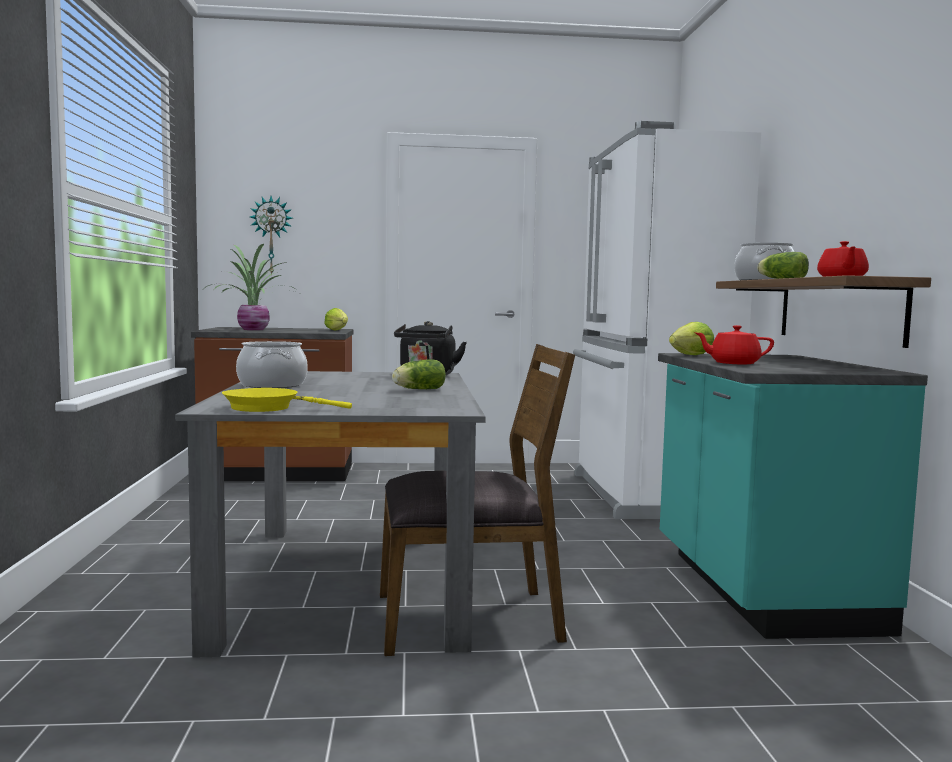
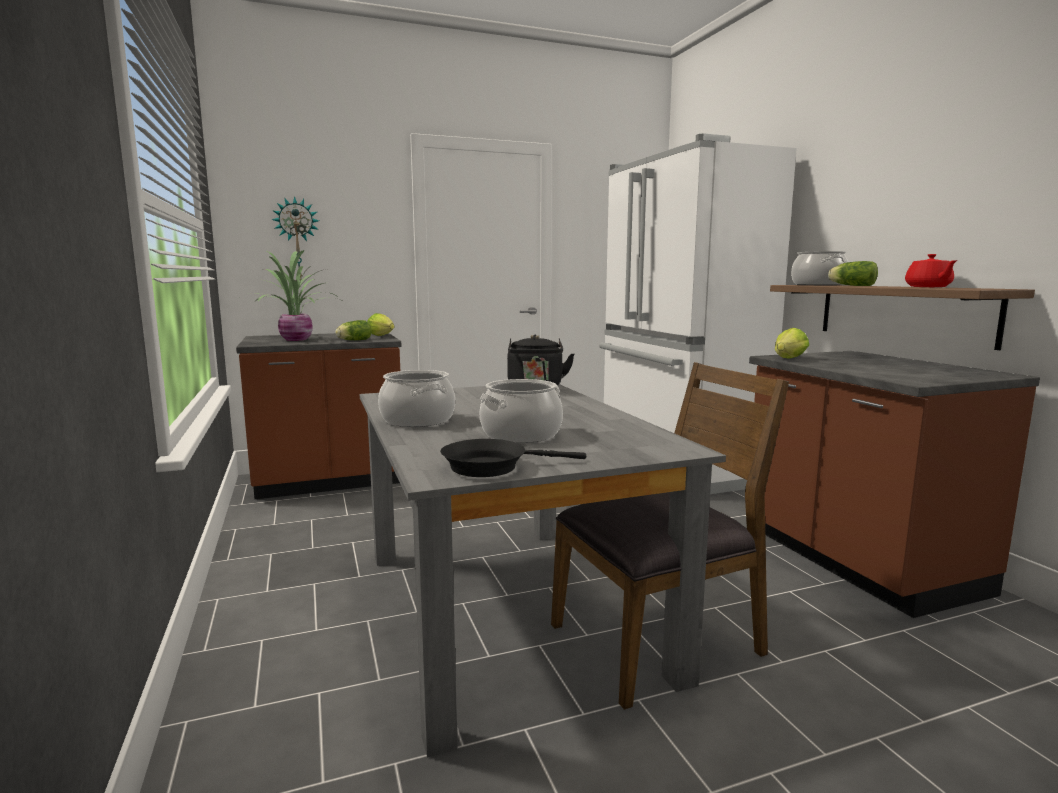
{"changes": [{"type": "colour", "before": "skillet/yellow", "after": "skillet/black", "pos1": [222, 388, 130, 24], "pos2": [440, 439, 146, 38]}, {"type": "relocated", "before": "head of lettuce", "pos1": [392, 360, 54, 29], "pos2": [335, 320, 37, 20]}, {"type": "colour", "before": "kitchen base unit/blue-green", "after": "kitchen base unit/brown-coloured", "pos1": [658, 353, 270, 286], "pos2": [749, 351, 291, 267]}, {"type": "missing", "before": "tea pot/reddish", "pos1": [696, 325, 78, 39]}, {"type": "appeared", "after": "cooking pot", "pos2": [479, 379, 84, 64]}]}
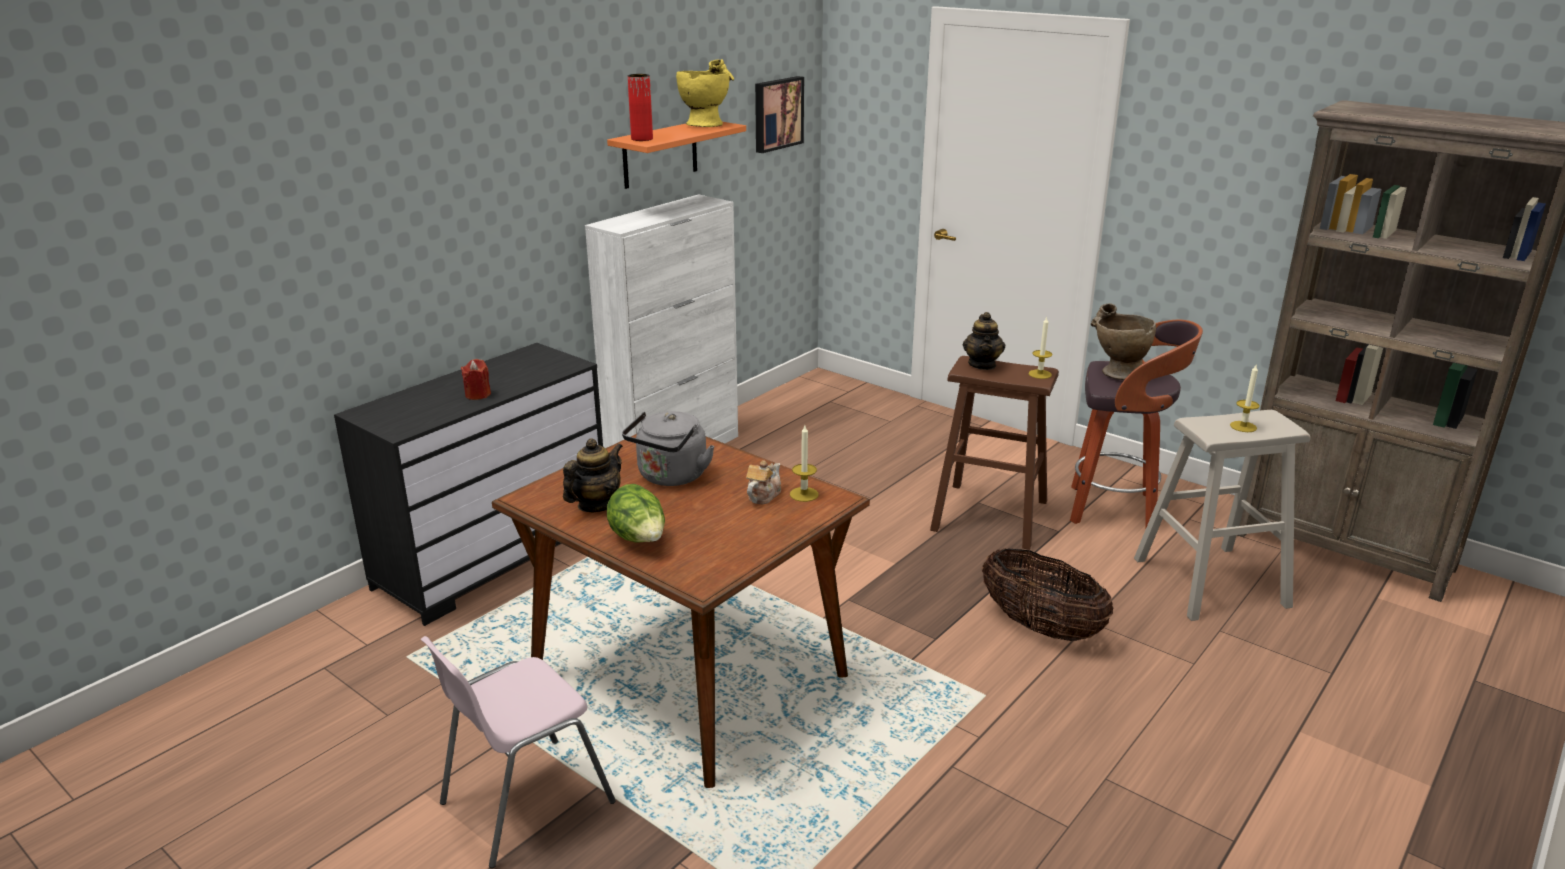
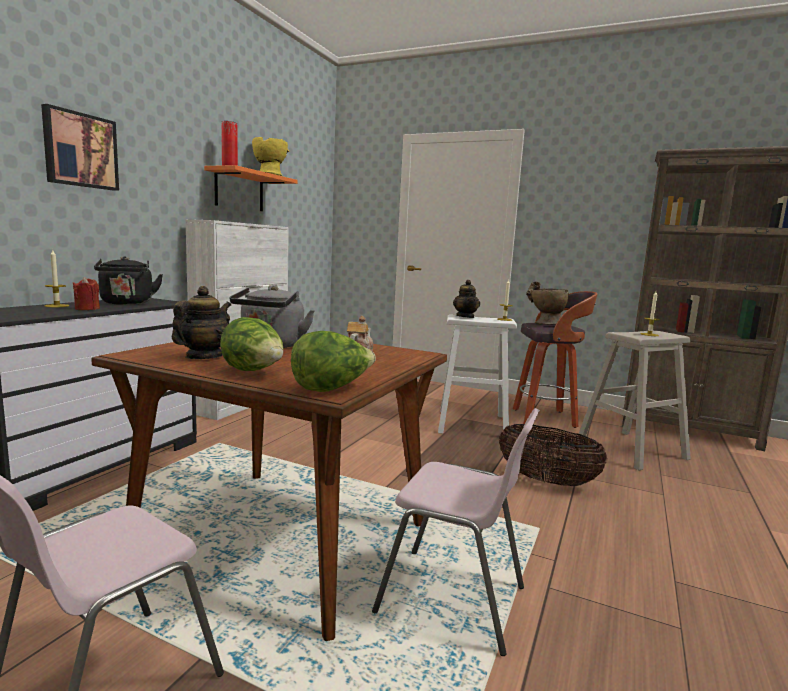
{"changes": [{"type": "relocated", "before": "picture", "pos1": [755, 76, 49, 77], "pos2": [41, 104, 78, 87]}, {"type": "relocated", "before": "wax candle", "pos1": [790, 425, 28, 77], "pos2": [45, 250, 24, 57]}, {"type": "colour", "before": "stool seat/brown-coloured", "after": "stool seat/whitish", "pos1": [930, 356, 129, 194], "pos2": [438, 315, 79, 119]}, {"type": "appeared", "after": "kettle/black", "pos2": [94, 256, 69, 49]}, {"type": "appeared", "after": "head of lettuce", "pos2": [291, 331, 85, 61]}, {"type": "appeared", "after": "chair/pink-coloured", "pos2": [372, 408, 168, 248]}]}
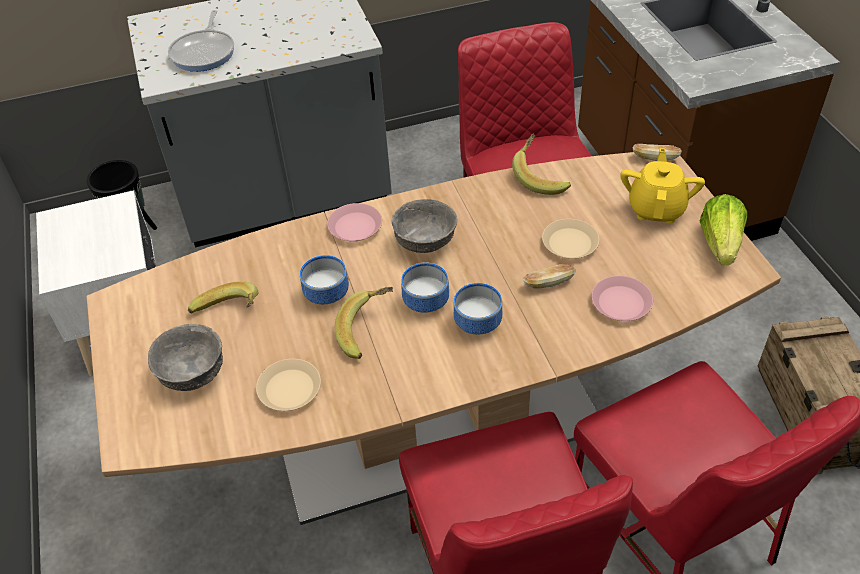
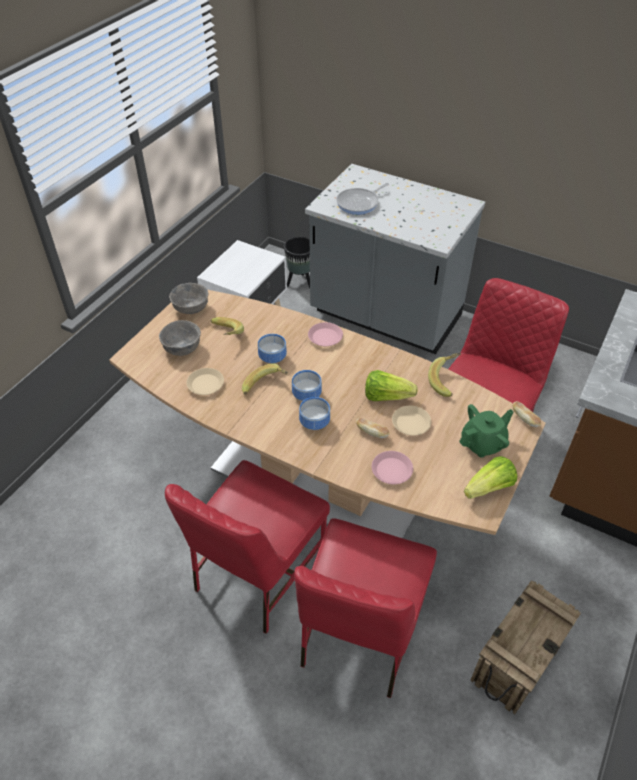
{"changes": [{"type": "relocated", "before": "serving bowl/gray", "pos1": [392, 199, 65, 54], "pos2": [169, 283, 39, 31]}, {"type": "colour", "before": "tea pot/yellow", "after": "tea pot/green", "pos1": [620, 148, 85, 75], "pos2": [459, 404, 55, 53]}, {"type": "appeared", "after": "head of lettuce", "pos2": [365, 370, 53, 31]}]}
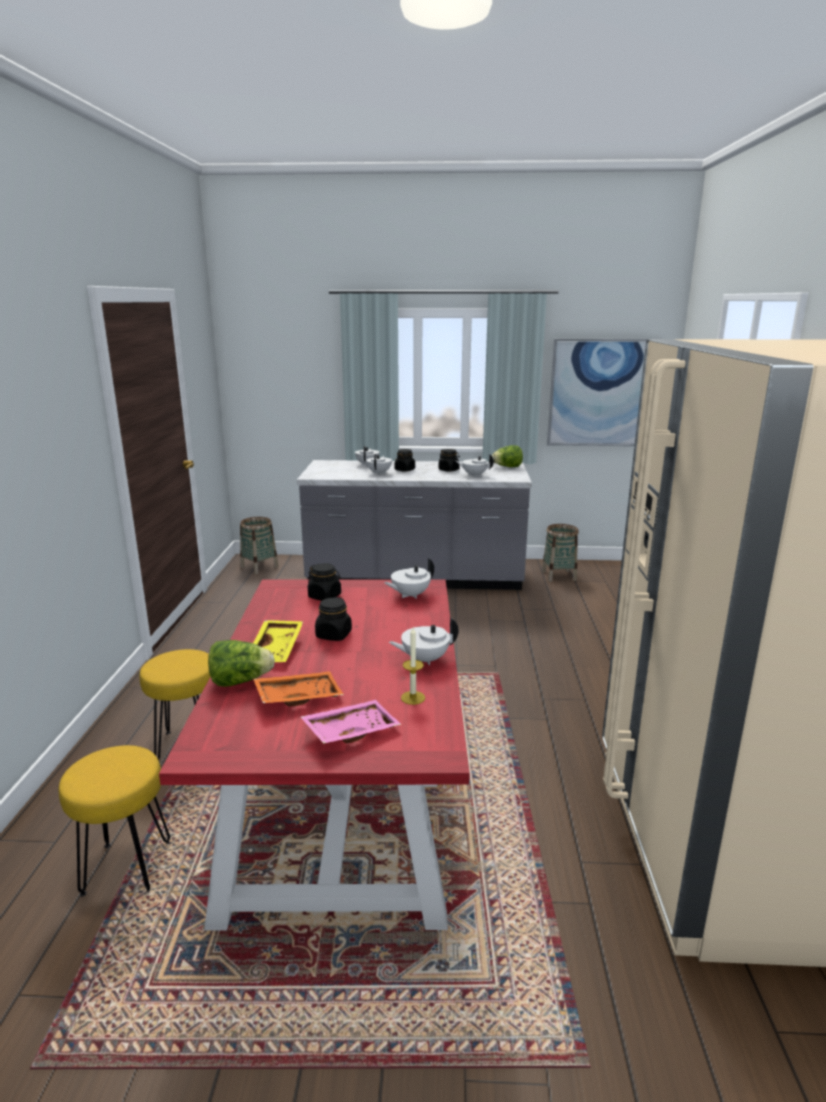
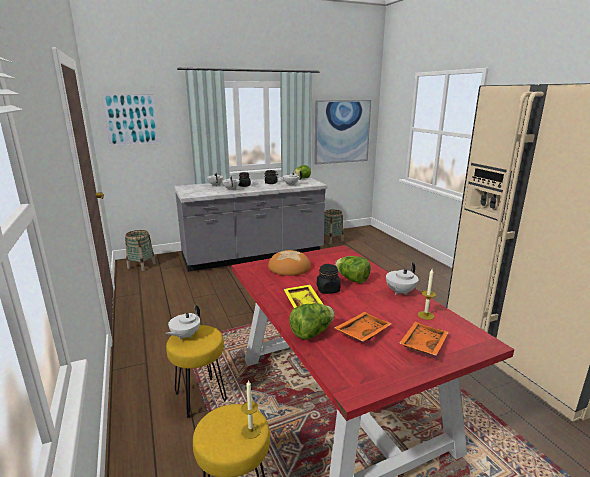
{"changes": [{"type": "colour", "before": "serving tray/pink-coloured", "after": "serving tray/orange", "pos1": [301, 700, 101, 44], "pos2": [399, 322, 50, 34]}, {"type": "exchanged", "before": "jar/black", "after": "baked bread", "pos1": [308, 563, 33, 38], "pos2": [268, 250, 43, 26]}, {"type": "relocated", "before": "tea pot/whitish", "pos1": [384, 558, 50, 41], "pos2": [165, 305, 35, 35]}, {"type": "appeared", "after": "picture", "pos2": [99, 92, 62, 55]}, {"type": "appeared", "after": "wax candle", "pos2": [241, 380, 19, 59]}, {"type": "appeared", "after": "head of lettuce", "pos2": [335, 256, 36, 28]}]}
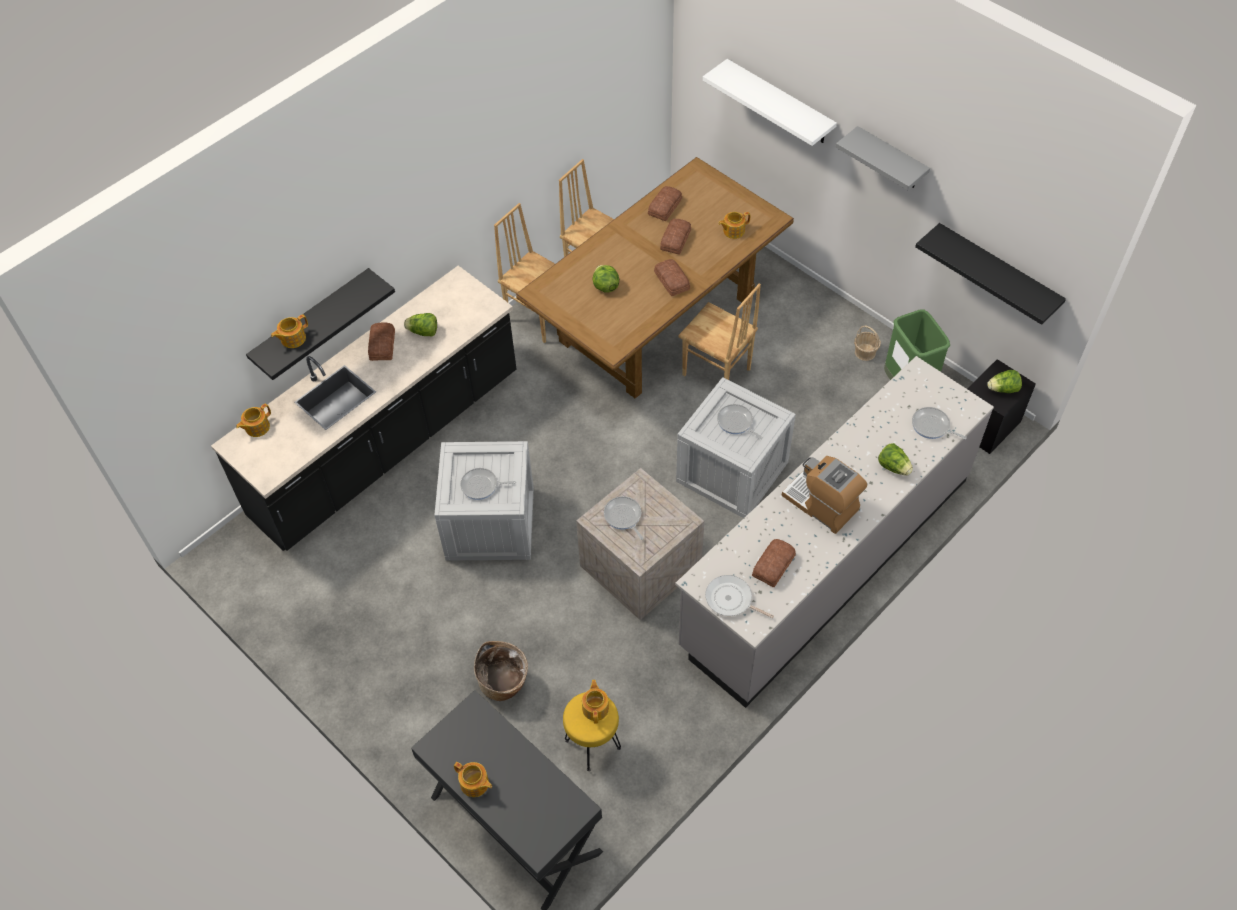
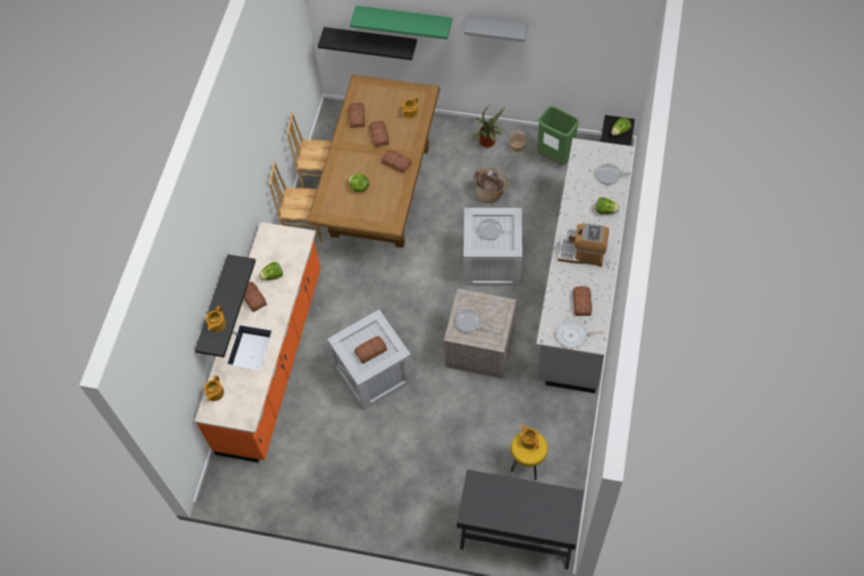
{"changes": [{"type": "colour", "before": "kitchen base unit/black", "after": "kitchen base unit/orange", "pos1": [211, 265, 305, 286], "pos2": [195, 222, 126, 241]}, {"type": "missing", "before": "tea pot", "pos1": [454, 762, 38, 35]}, {"type": "exchanged", "before": "skillet", "after": "baked bread", "pos1": [460, 468, 56, 32], "pos2": [355, 336, 32, 28]}, {"type": "relocated", "before": "household basket", "pos1": [474, 641, 54, 60], "pos2": [474, 167, 34, 36]}, {"type": "missing", "before": "chair/brown-coloured", "pos1": [678, 283, 83, 97]}, {"type": "colour", "before": "shelf/whitish", "after": "shelf/green", "pos1": [703, 59, 134, 87], "pos2": [350, 6, 102, 34]}, {"type": "relocated", "before": "shelf/black", "pos1": [915, 223, 151, 102], "pos2": [318, 27, 99, 33]}, {"type": "appeared", "after": "potted plant", "pos2": [471, 106, 34, 42]}]}
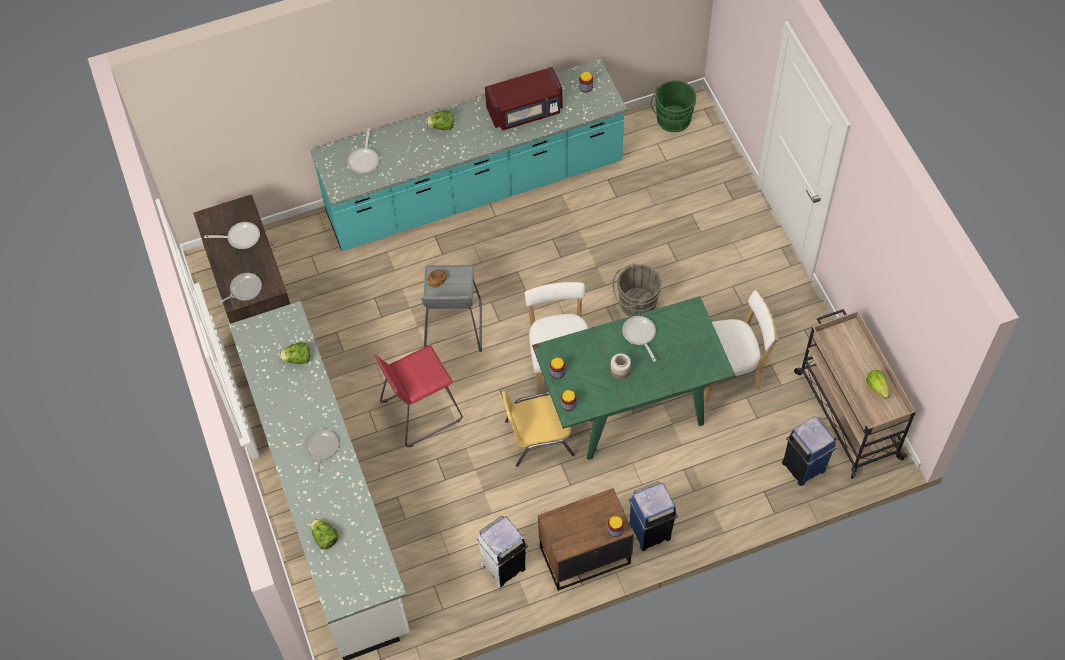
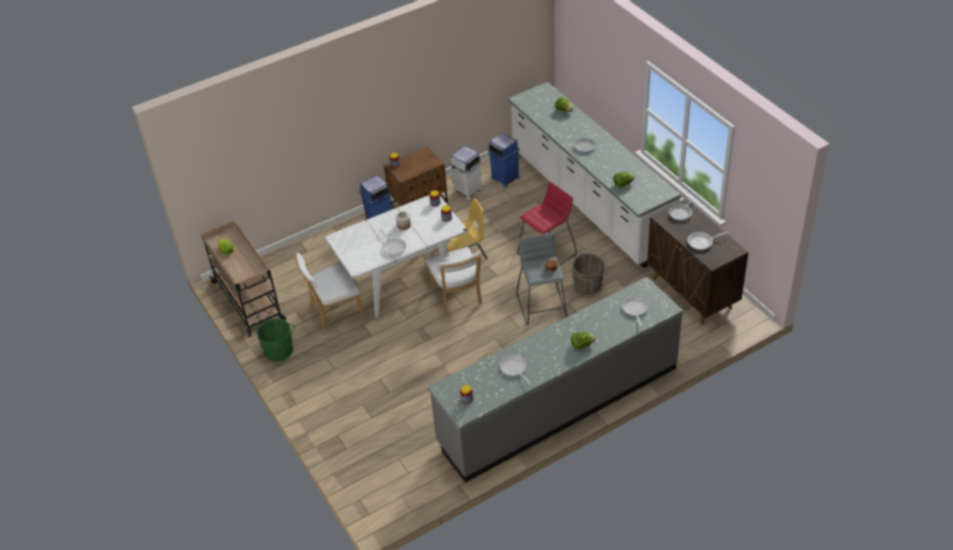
{"changes": [{"type": "colour", "before": "kitchen base unit/blue-green", "after": "kitchen base unit/gray", "pos1": [310, 59, 317, 192], "pos2": [427, 277, 256, 206]}, {"type": "exchanged", "before": "kitchen microwave/reddish", "after": "skillet", "pos1": [485, 67, 78, 63], "pos2": [500, 355, 32, 30]}, {"type": "colour", "before": "dinner table/green", "after": "dinner table/whitish", "pos1": [532, 296, 203, 164], "pos2": [324, 195, 144, 123]}, {"type": "relocated", "before": "bucket/gray", "pos1": [613, 263, 48, 54], "pos2": [572, 253, 37, 43]}, {"type": "relocated", "before": "bucket/green", "pos1": [651, 80, 45, 52], "pos2": [257, 319, 38, 43]}, {"type": "relocated", "before": "rubbish bin/blue", "pos1": [782, 416, 55, 70], "pos2": [488, 133, 32, 54]}]}
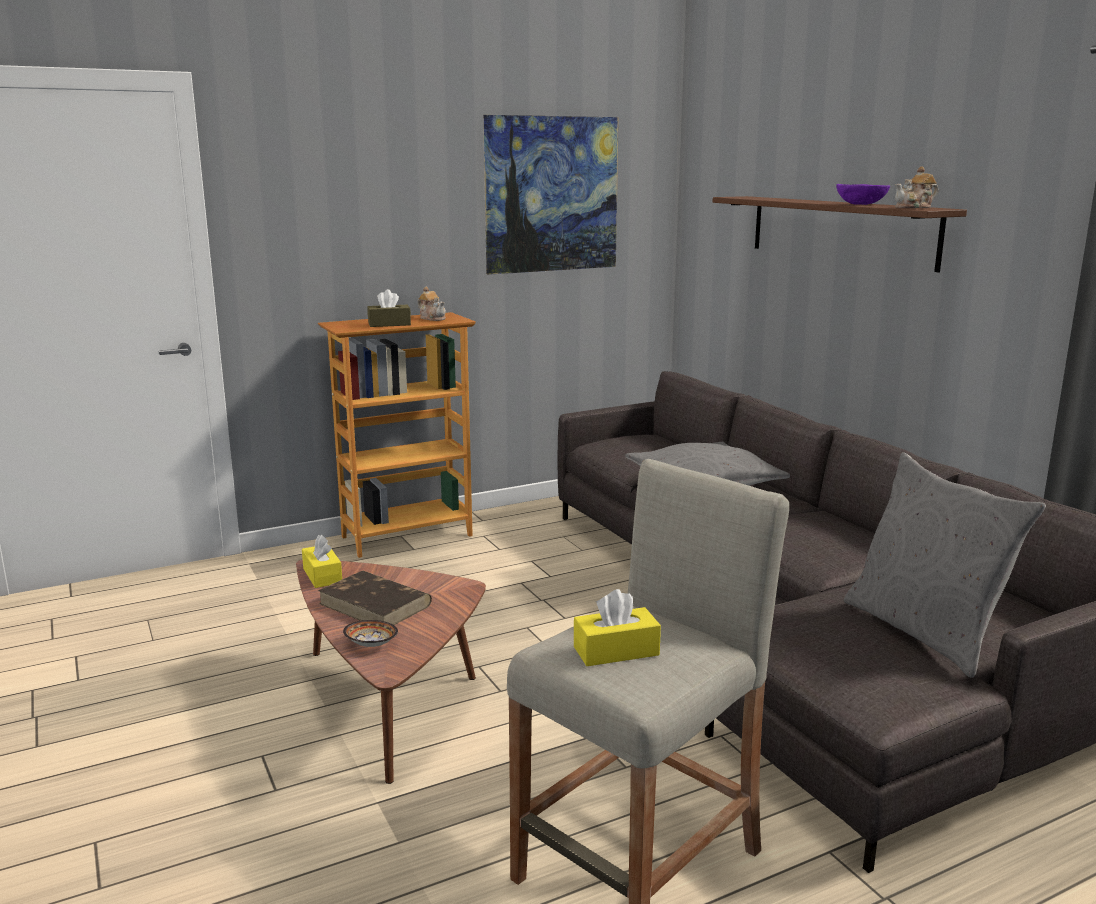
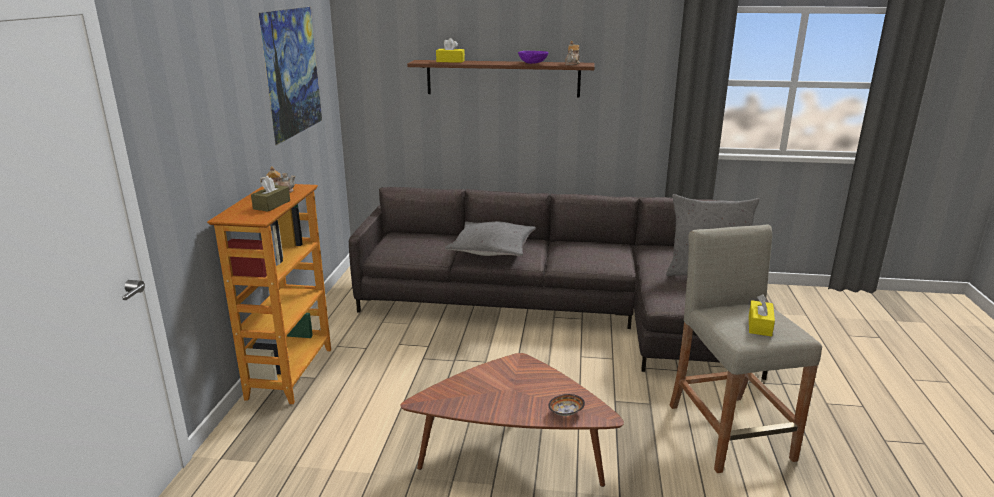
{"changes": [{"type": "relocated", "before": "box of tissues/yellow", "pos1": [302, 534, 40, 54], "pos2": [436, 38, 29, 25]}, {"type": "missing", "before": "volume/brown-coloured", "pos1": [318, 571, 114, 54]}]}
